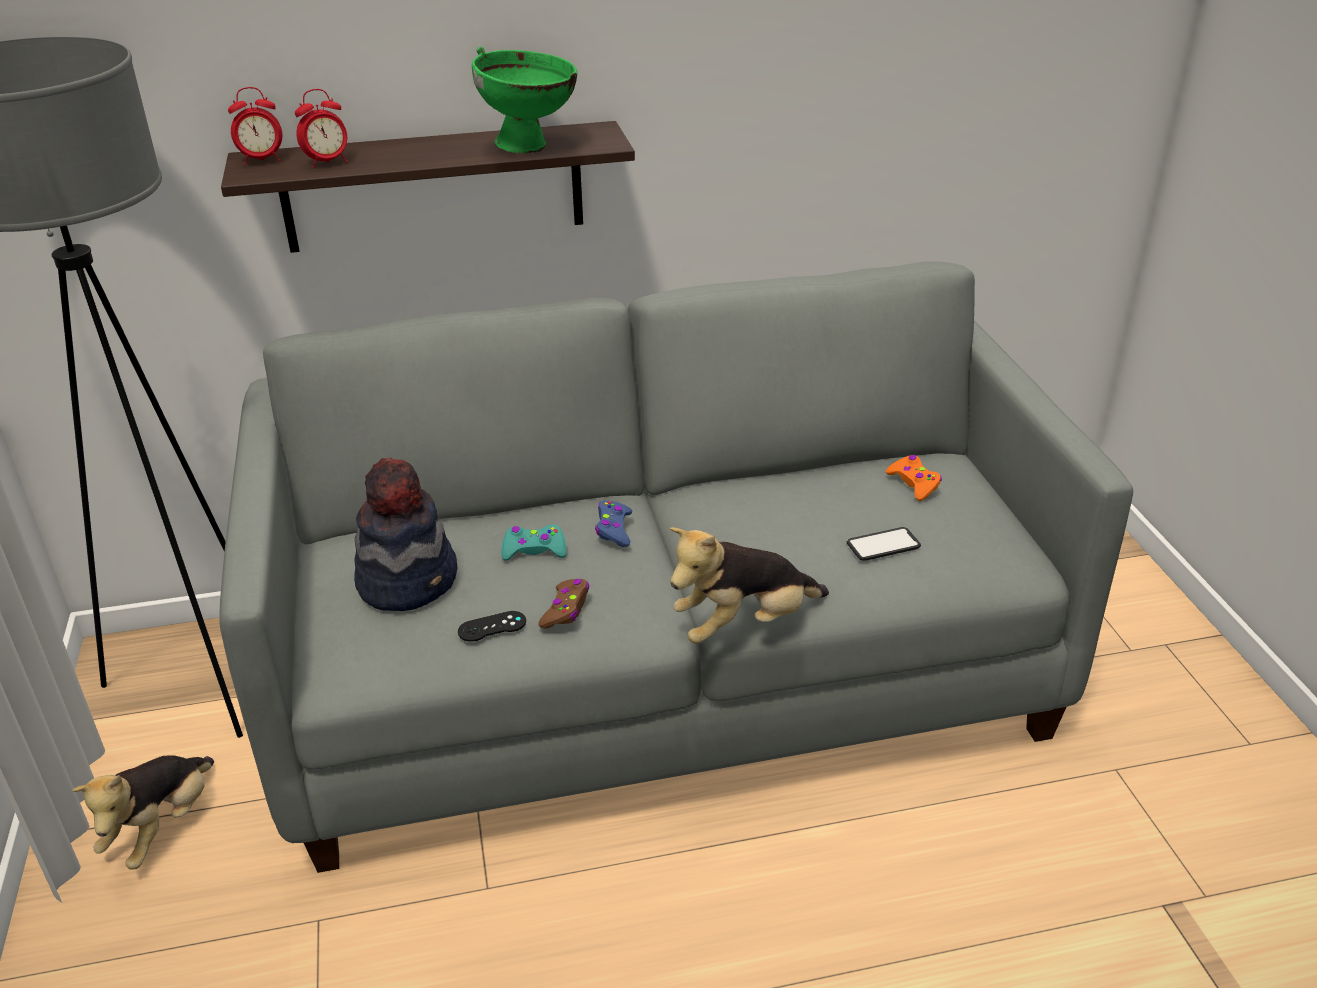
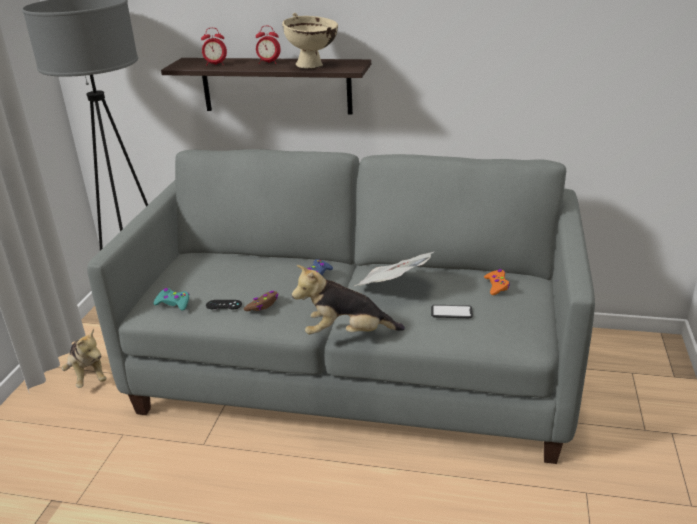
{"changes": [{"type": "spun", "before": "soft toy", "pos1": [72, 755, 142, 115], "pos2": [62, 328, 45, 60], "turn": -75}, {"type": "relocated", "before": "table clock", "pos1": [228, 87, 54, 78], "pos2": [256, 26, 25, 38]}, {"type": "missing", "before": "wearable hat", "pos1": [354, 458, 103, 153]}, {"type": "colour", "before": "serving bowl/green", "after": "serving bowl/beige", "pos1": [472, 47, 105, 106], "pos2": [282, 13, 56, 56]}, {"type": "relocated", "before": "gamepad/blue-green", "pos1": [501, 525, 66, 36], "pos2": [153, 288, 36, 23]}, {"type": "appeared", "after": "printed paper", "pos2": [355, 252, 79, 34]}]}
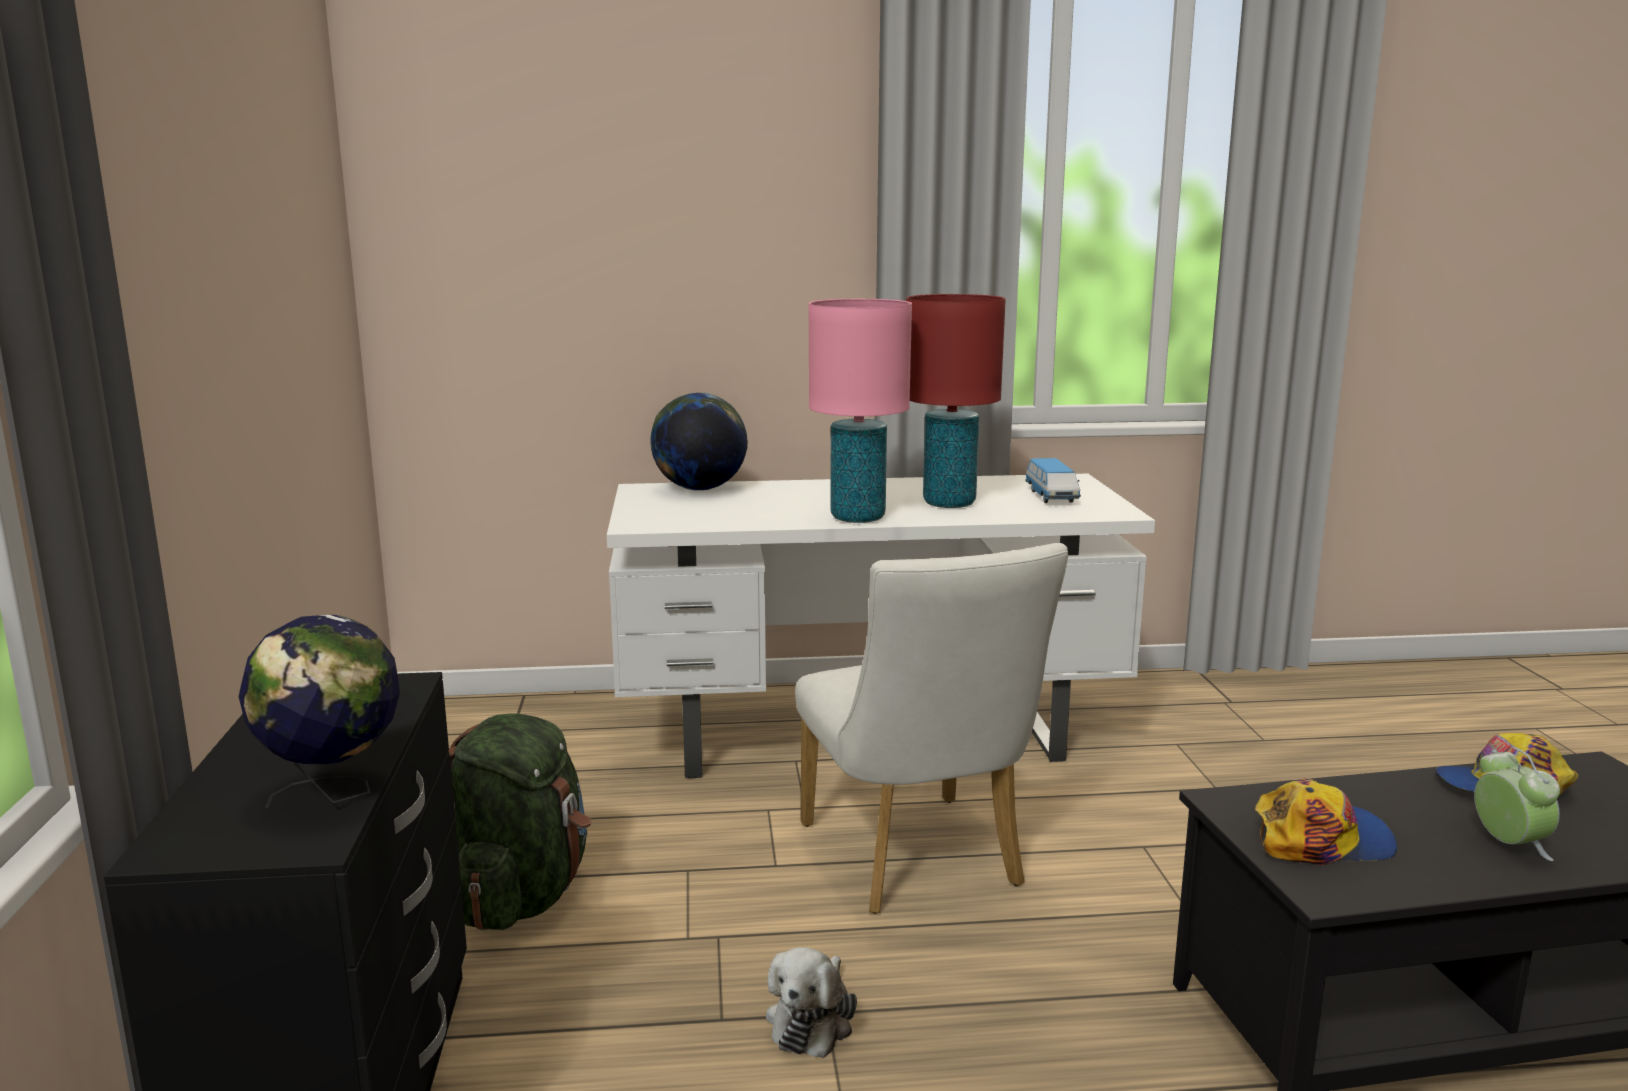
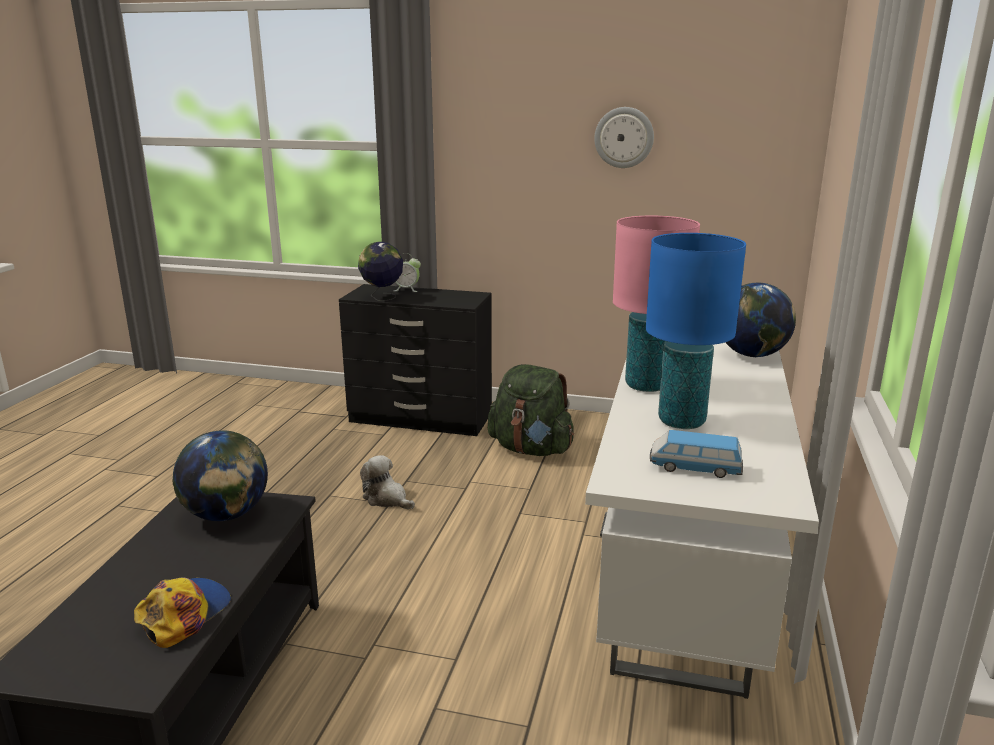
{"changes": [{"type": "missing", "before": "chair/whitish", "pos1": [795, 543, 273, 371]}, {"type": "colour", "before": "lamp for a table/reddish", "after": "lamp for a table/blue", "pos1": [906, 294, 100, 214], "pos2": [646, 233, 100, 196]}, {"type": "exchanged", "before": "cap", "after": "globe", "pos1": [1255, 778, 142, 87], "pos2": [172, 430, 96, 91]}, {"type": "relocated", "before": "table clock", "pos1": [1474, 747, 86, 114], "pos2": [394, 253, 27, 39]}, {"type": "appeared", "after": "wall clock", "pos2": [594, 107, 60, 61]}]}
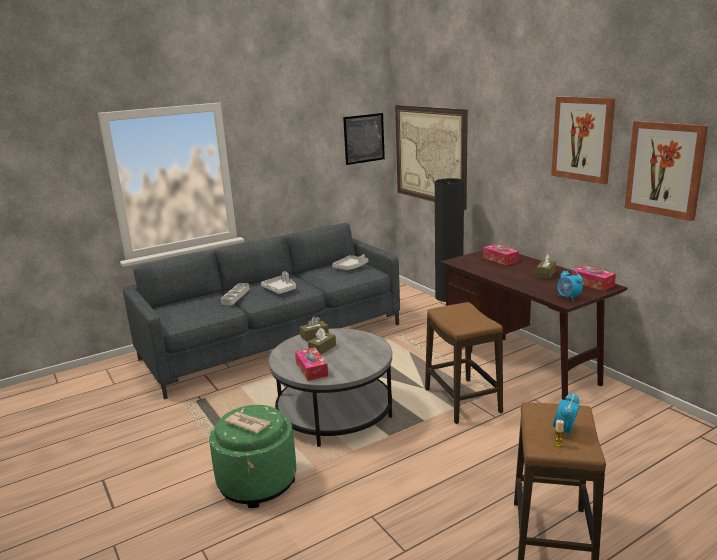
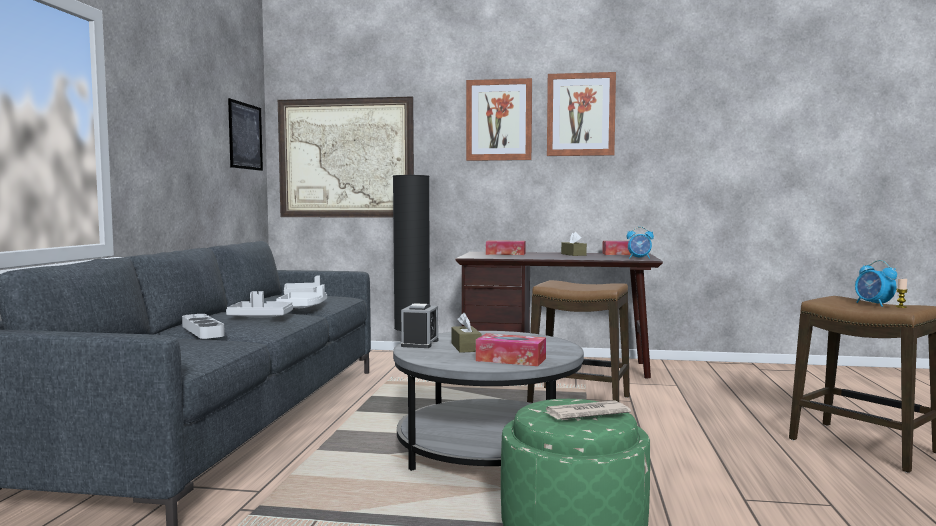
{"changes": [{"type": "exchanged", "before": "box of tissues/brown-coloured", "after": "table clock", "pos1": [300, 316, 29, 25], "pos2": [401, 303, 38, 45]}, {"type": "relocated", "before": "picture", "pos1": [625, 121, 83, 100], "pos2": [466, 78, 66, 83]}, {"type": "appeared", "after": "serving tray/whitish", "pos2": [276, 285, 51, 23]}]}
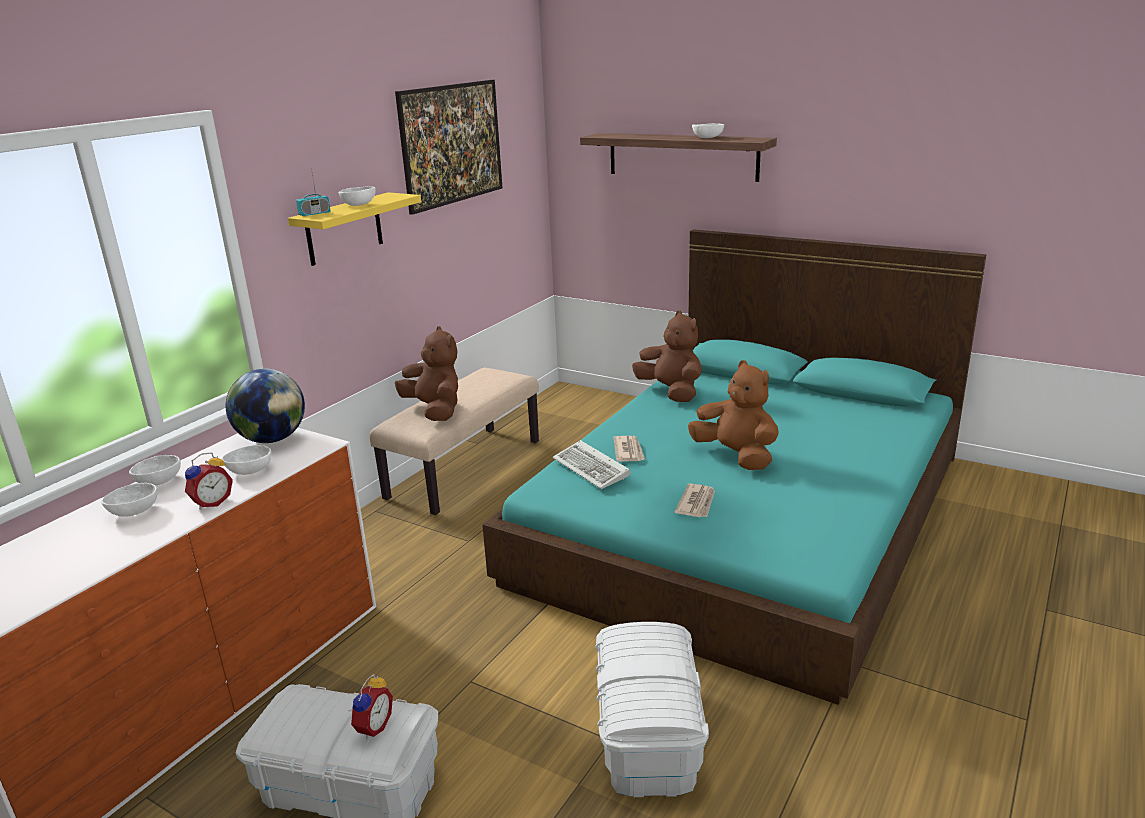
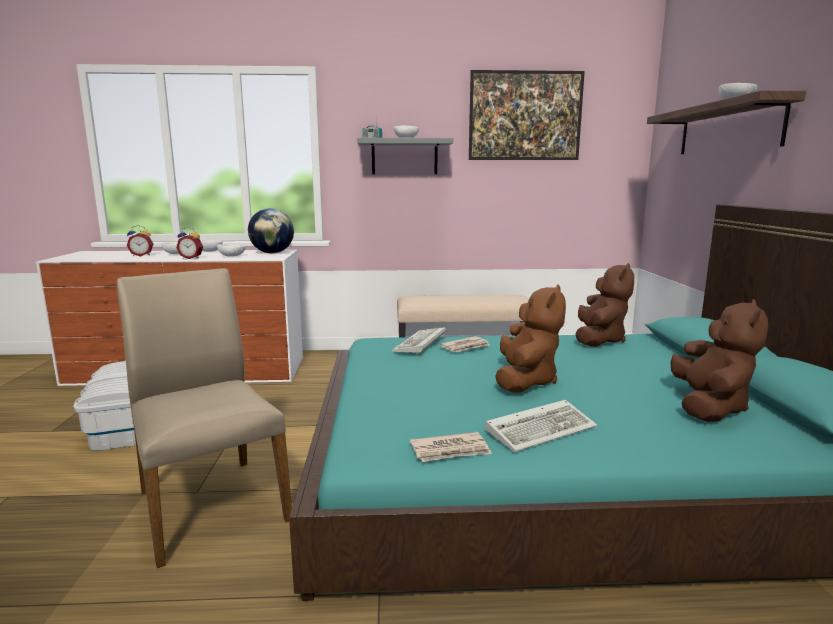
{"changes": [{"type": "colour", "before": "shelf/yellow", "after": "shelf/gray", "pos1": [288, 192, 133, 74], "pos2": [357, 138, 96, 36]}, {"type": "relocated", "before": "table clock", "pos1": [349, 674, 44, 65], "pos2": [127, 225, 26, 32]}, {"type": "relocated", "before": "soft toy/brown-coloured", "pos1": [395, 326, 63, 95], "pos2": [670, 299, 98, 123]}, {"type": "exchanged", "before": "storage container/whitish", "after": "chair/beige", "pos1": [595, 622, 114, 175], "pos2": [117, 268, 175, 300]}, {"type": "relocated", "before": "printed paper", "pos1": [674, 483, 41, 34], "pos2": [410, 432, 82, 30]}, {"type": "appeared", "after": "computer keyboard", "pos2": [485, 400, 112, 52]}]}
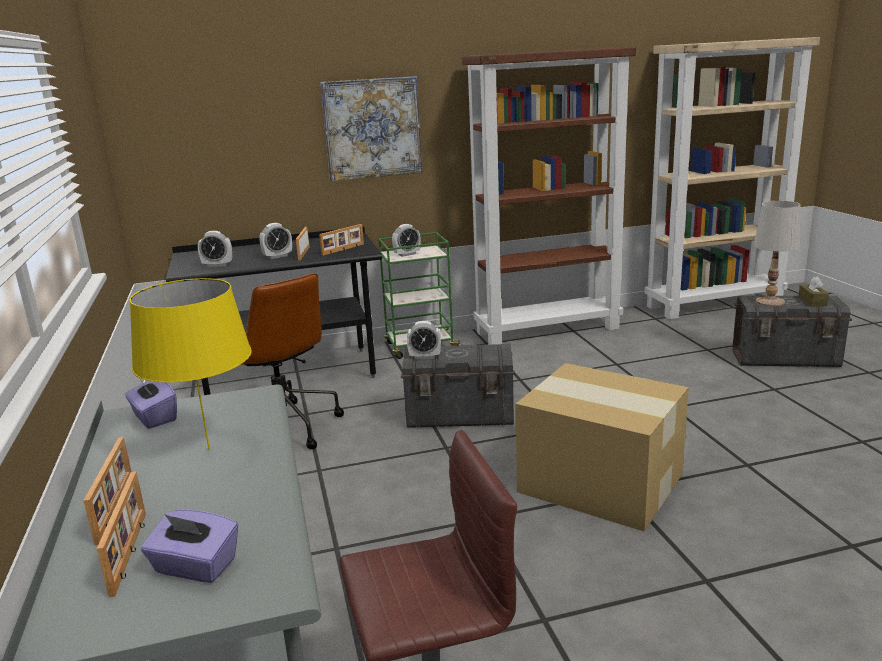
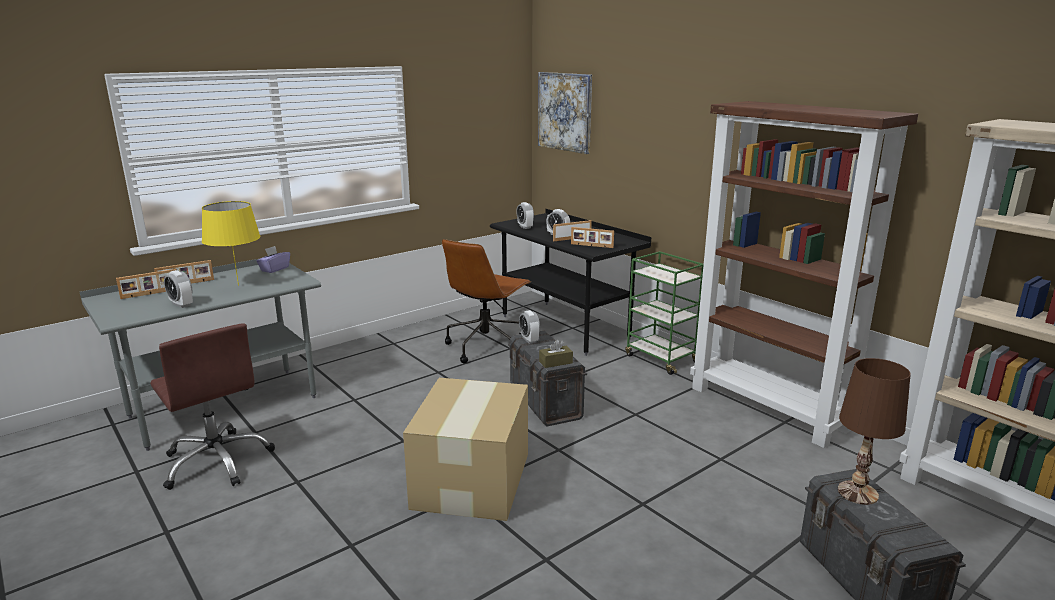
{"changes": [{"type": "missing", "before": "box of tissues/purple-coloured", "pos1": [141, 509, 97, 74]}, {"type": "relocated", "before": "picture", "pos1": [320, 76, 102, 105], "pos2": [538, 72, 54, 82]}, {"type": "relocated", "before": "table clock", "pos1": [392, 224, 29, 33], "pos2": [164, 270, 29, 38]}, {"type": "colour", "before": "lamp for a table/whitish", "after": "lamp for a table/brown-coloured", "pos1": [754, 201, 46, 105], "pos2": [838, 358, 73, 147]}, {"type": "relocated", "before": "box of tissues/brown-coloured", "pos1": [798, 277, 31, 29], "pos2": [539, 339, 34, 29]}]}
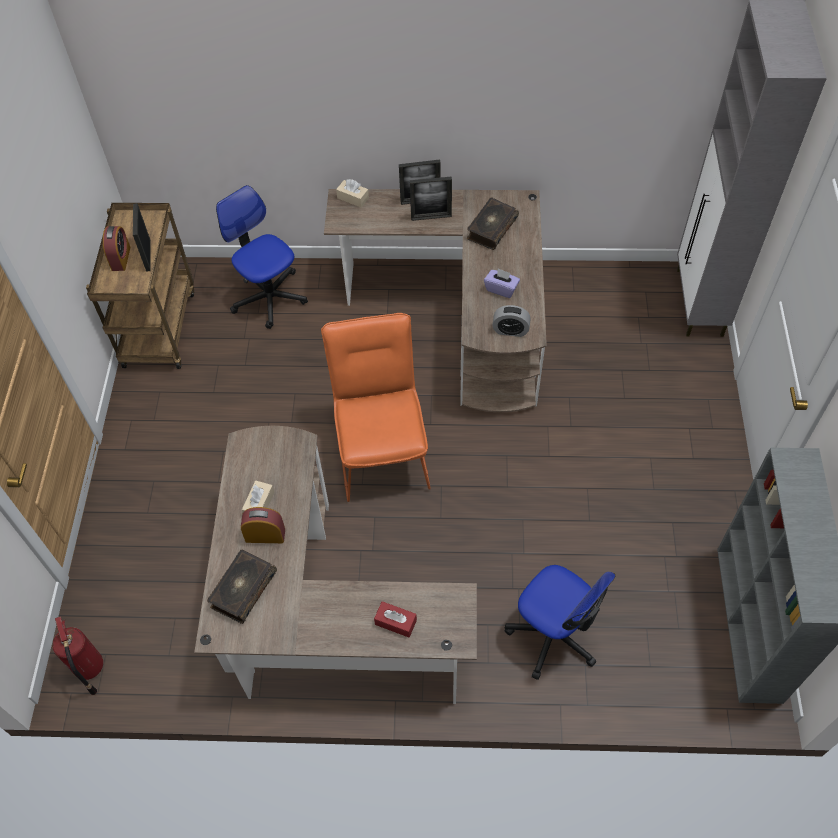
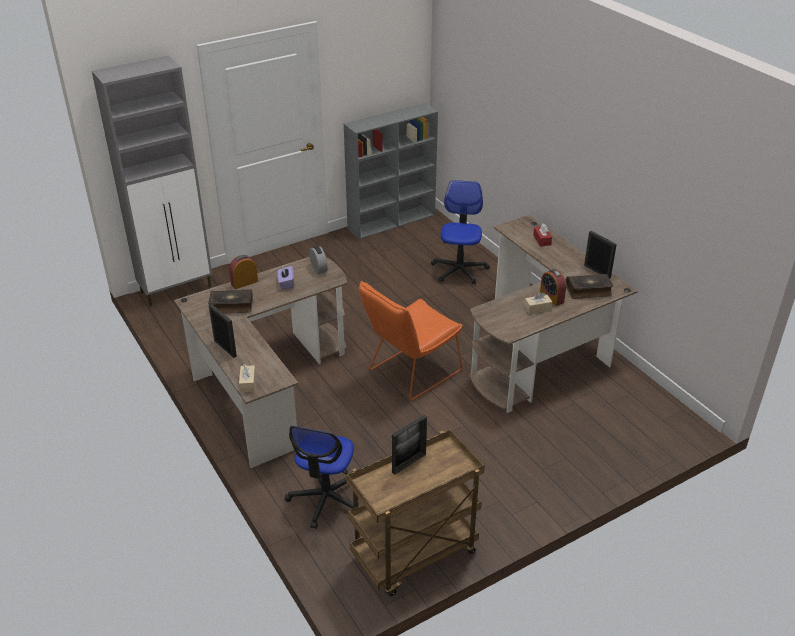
{"changes": [{"type": "missing", "before": "fire extinguisher", "pos1": [52, 616, 51, 79]}, {"type": "relocated", "before": "table clock", "pos1": [103, 226, 27, 45], "pos2": [229, 255, 29, 34]}, {"type": "relocated", "before": "standing frame", "pos1": [410, 176, 42, 45], "pos2": [584, 231, 33, 48]}]}
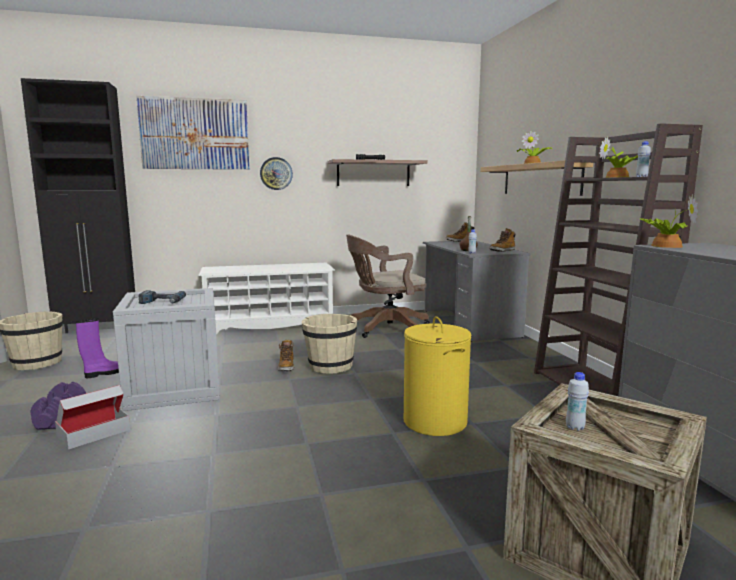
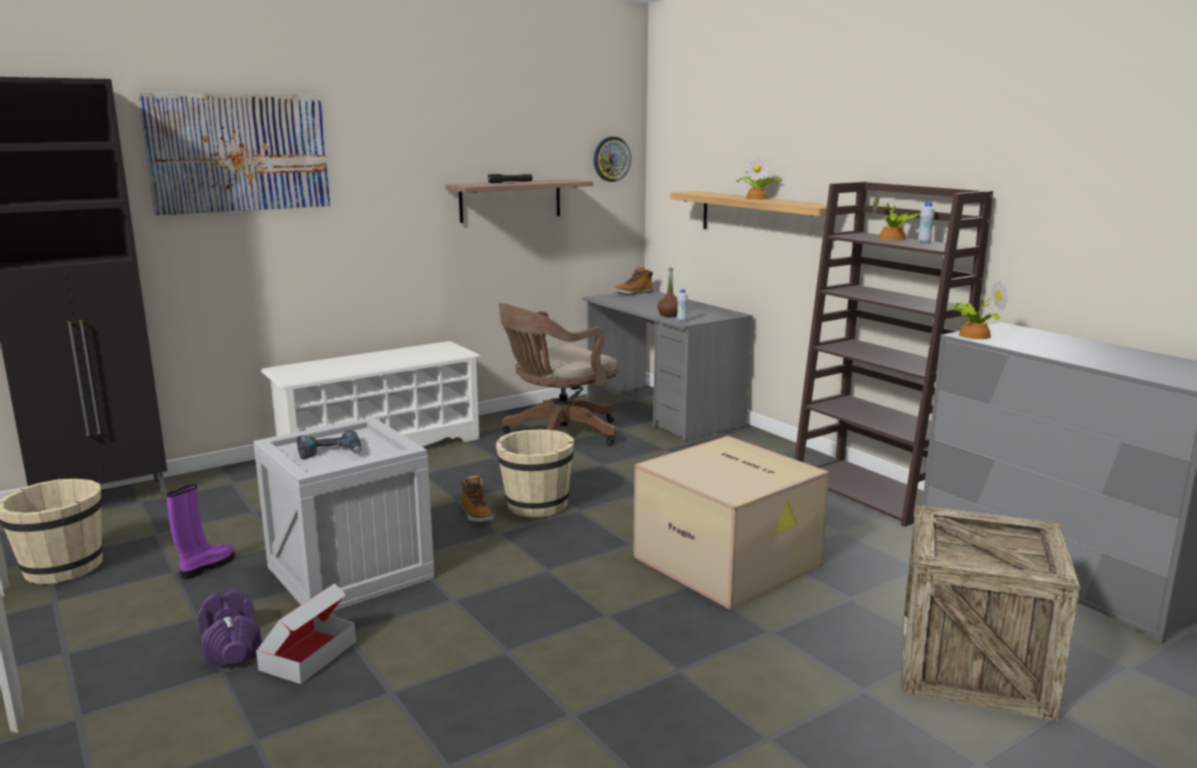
{"changes": [{"type": "relocated", "before": "wall clock", "pos1": [260, 157, 33, 33], "pos2": [593, 137, 38, 45]}, {"type": "exchanged", "before": "laundry basket/yellow", "after": "packing box", "pos1": [404, 316, 68, 120], "pos2": [633, 436, 197, 174]}, {"type": "missing", "before": "boot", "pos1": [489, 228, 26, 24]}, {"type": "missing", "before": "bottle/whitish", "pos1": [566, 372, 23, 59]}]}
